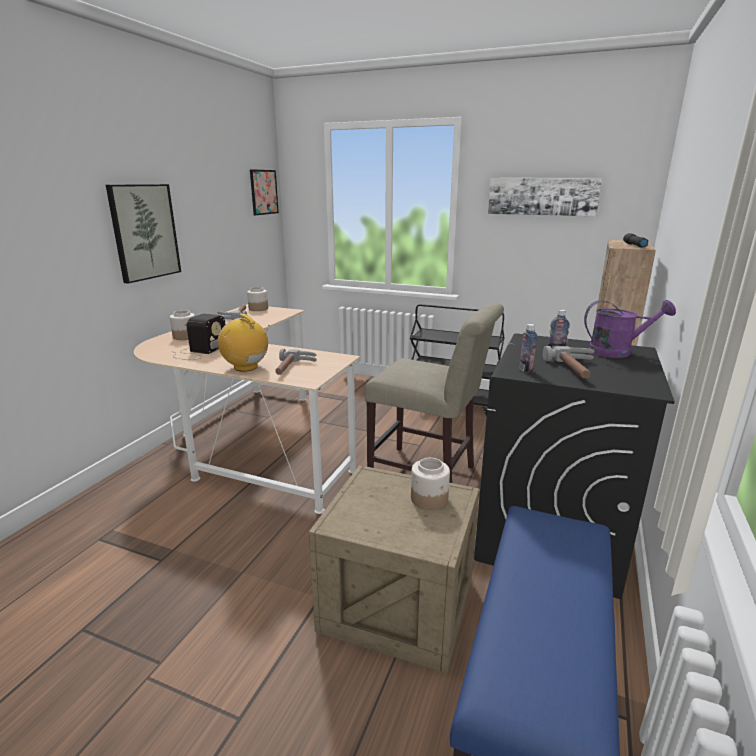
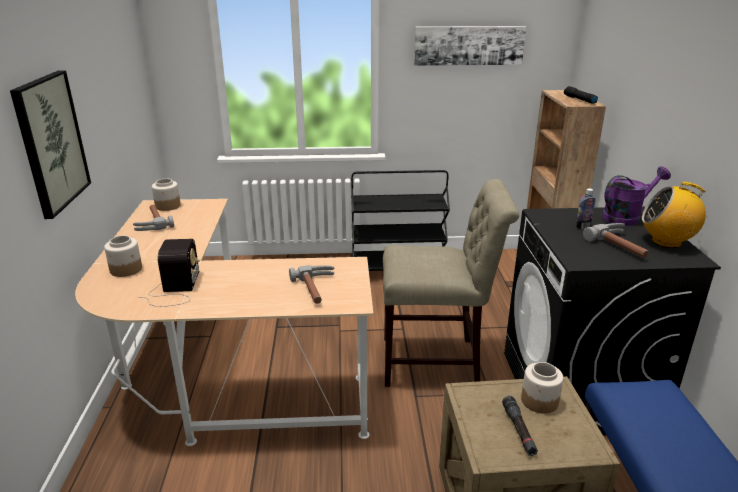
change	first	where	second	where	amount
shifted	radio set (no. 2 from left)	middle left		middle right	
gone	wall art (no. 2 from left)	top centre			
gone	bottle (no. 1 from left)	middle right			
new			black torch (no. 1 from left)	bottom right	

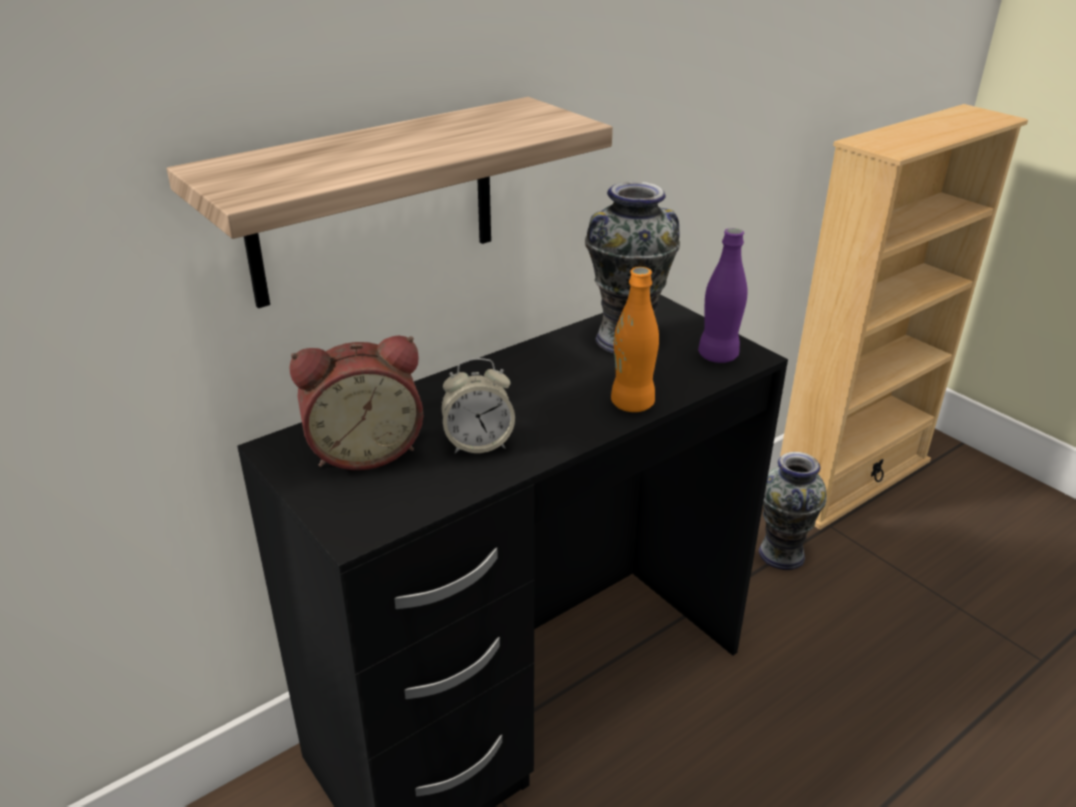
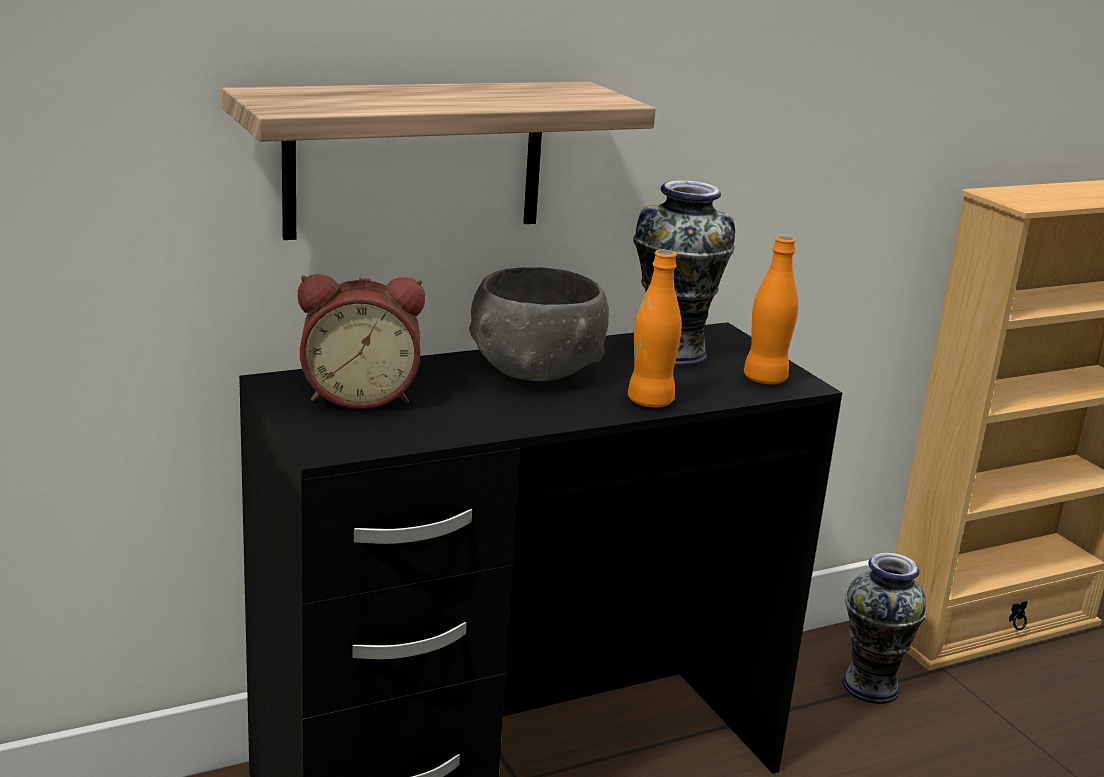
change	first	where	second	where	amount
gone	alarm clock (no. 2 from left)	centre			
repainted	purplish bottle	middle right	orange-coloured bottle (no. 2 from left)	middle right	
new			greyish deep dish	centre	

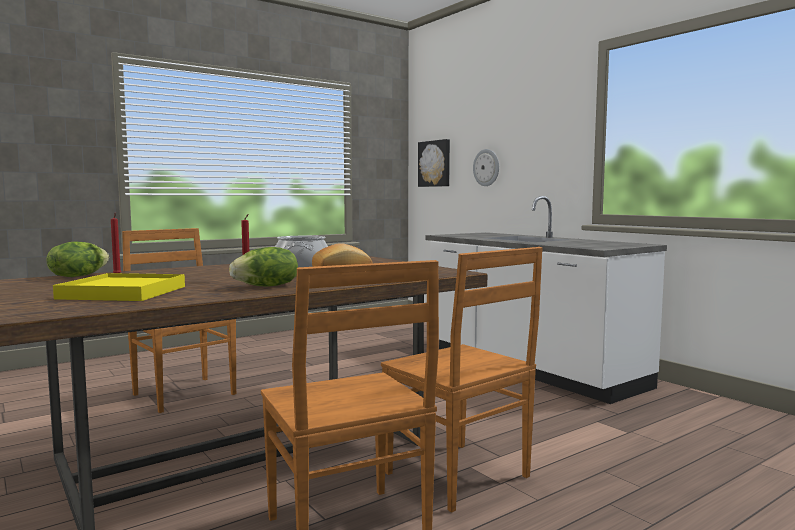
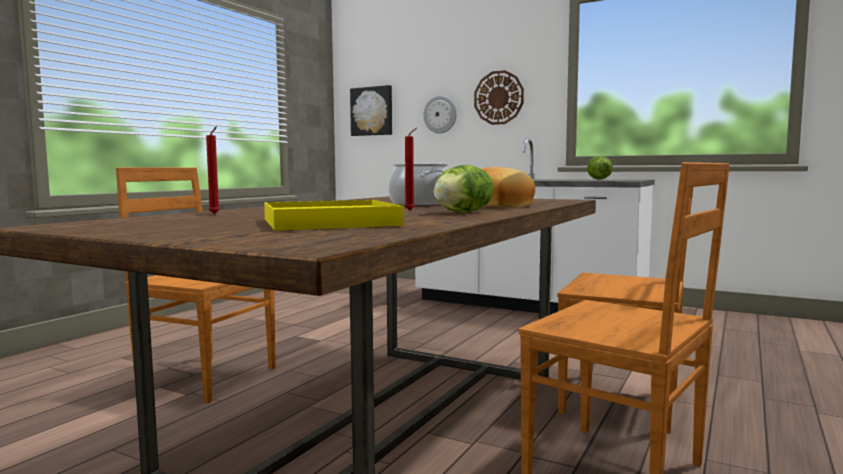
change	first	where	second	where	amount
shifted	head of lettuce (no. 1 from left in the first image)	middle left	head of lettuce (no. 2 from left)	middle right	
new			hanging clock (no. 2 from left)	top centre	

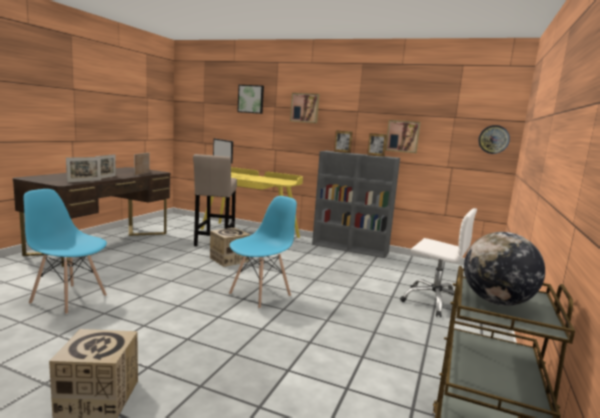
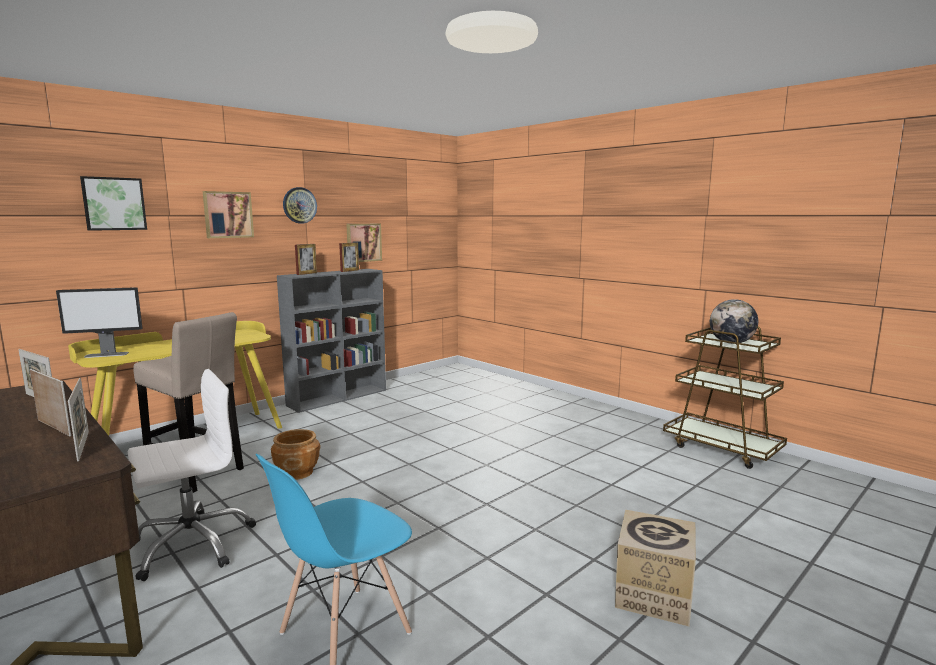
change	first	where	second	where	amount
swapped	carton (no. 2 from left)	centre	brown plant pot	bottom left	
gone	blue chair (no. 2 from left)	centre			
shifted	whitish computer chair	middle right		bottom left	
shifted	hanging clock	top right		top left	

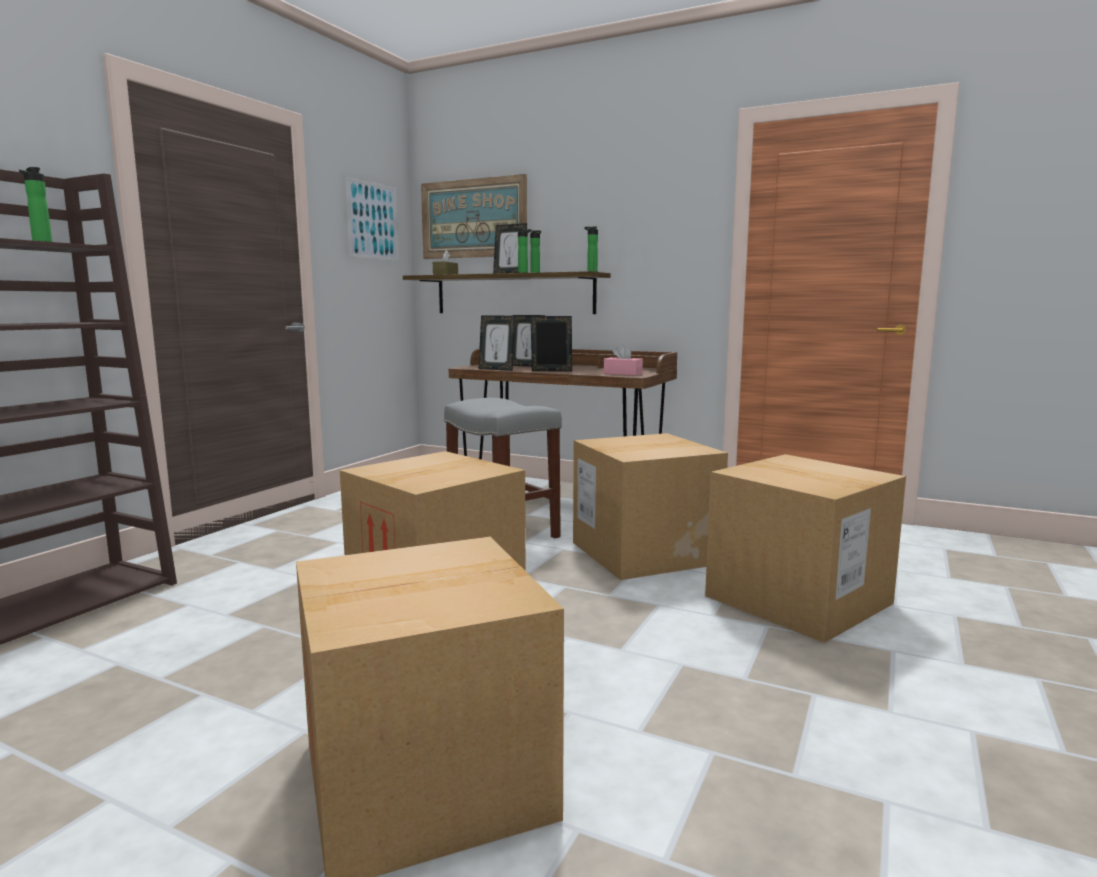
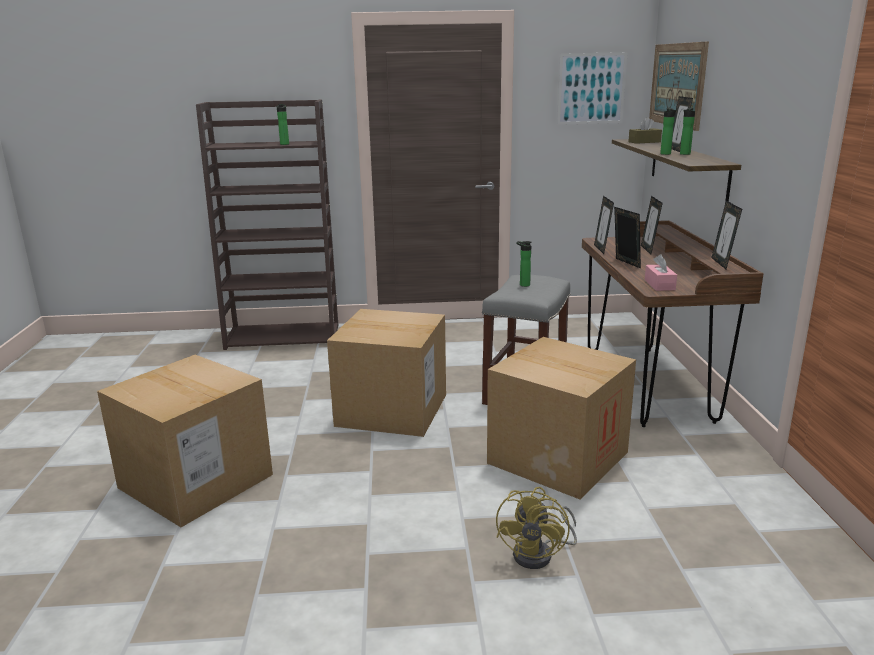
change	first	where	second	where	amount
shifted	bottle (no. 4 from left in the first image)	top centre	bottle (no. 2 from left)	centre	
swapped	carton (no. 4 from left)	middle right	yellowish fan	bottom centre	
new			photo frame (no. 5 from left)	middle right	

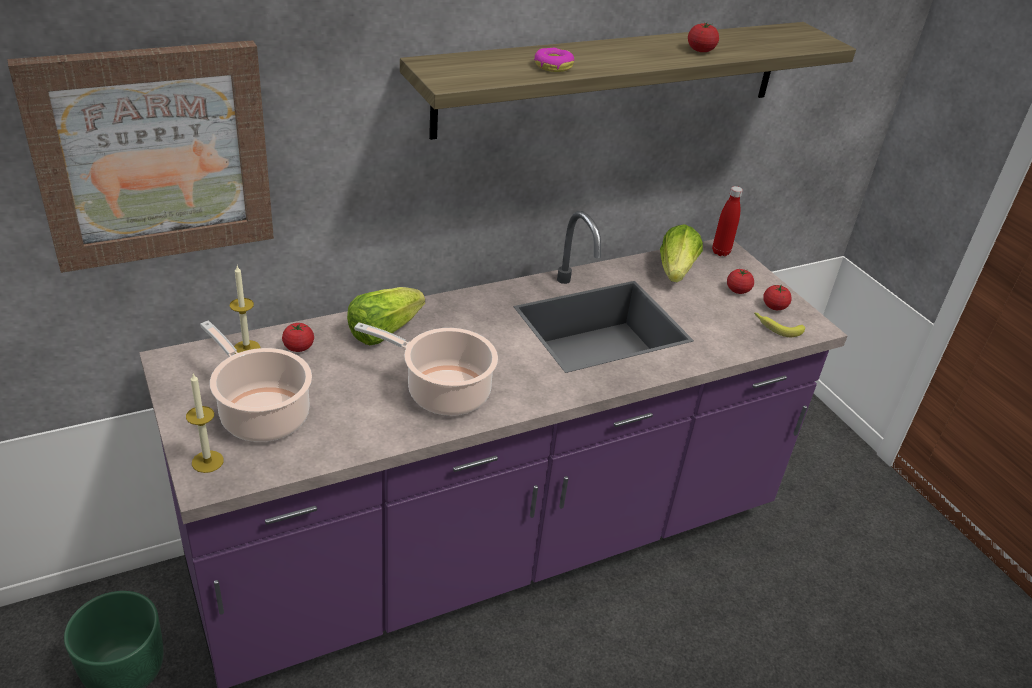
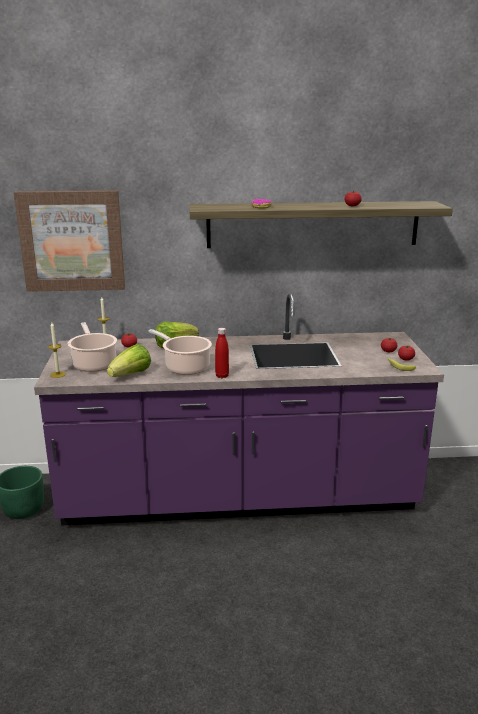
change	first	where	second	where	amount
shifted	head of lettuce (no. 2 from left in the first image)	centre	head of lettuce (no. 1 from left)	middle left	
shifted	red bottle	top right		centre	

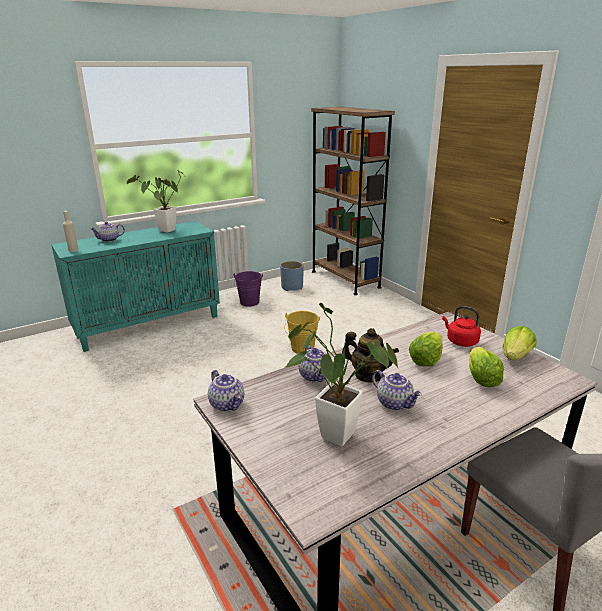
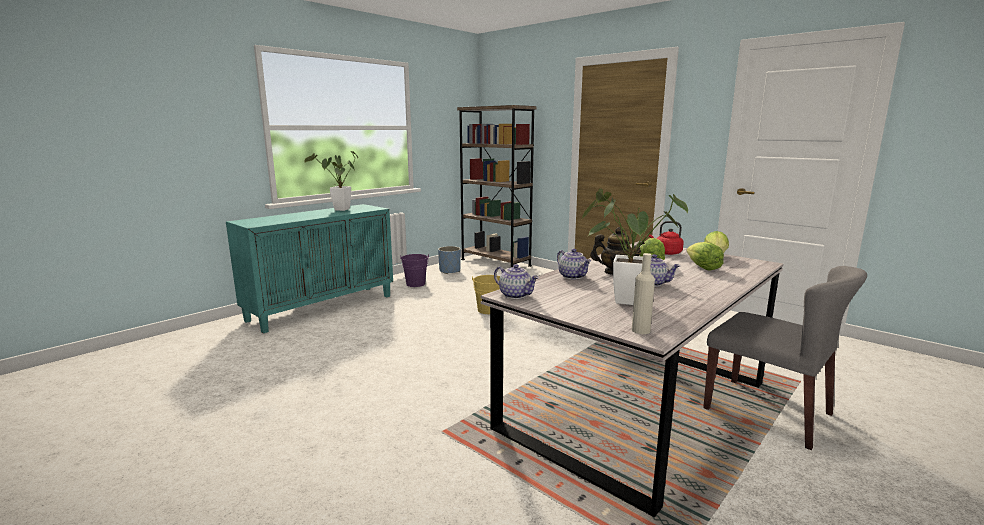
change	first	where	second	where	amount
shifted	beige-coloured bottle	middle left		centre	
gone	teapot (no. 1 from left)	middle left			

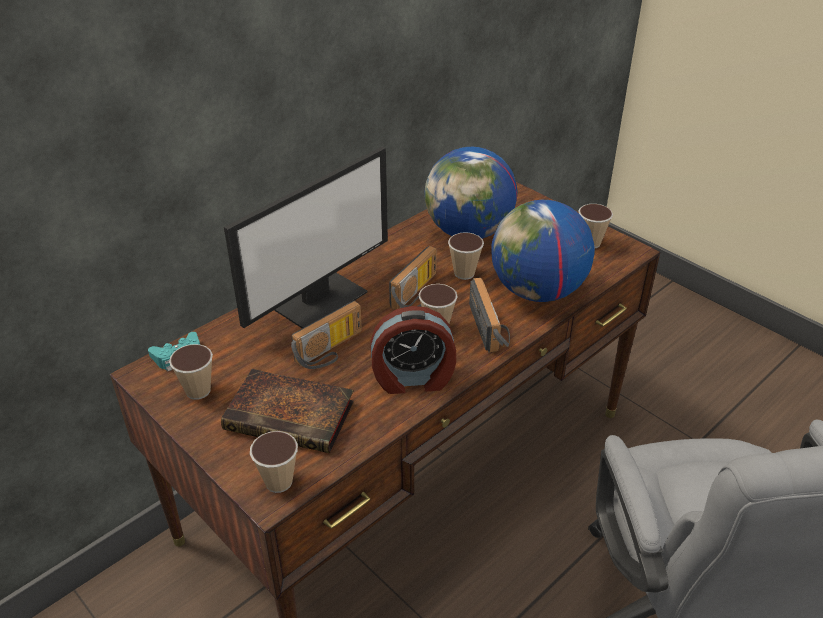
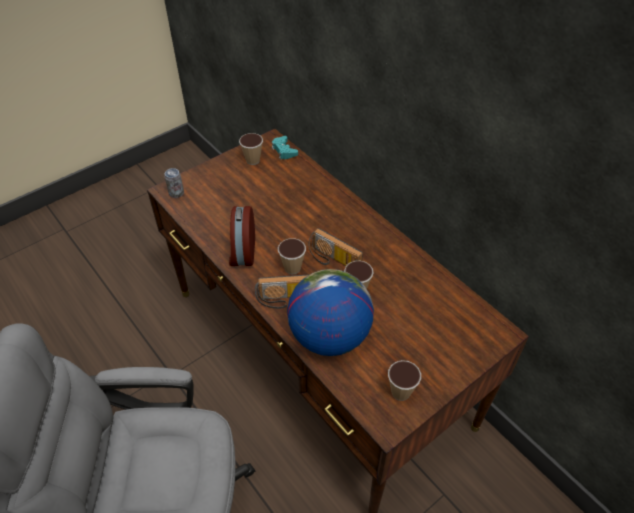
change	first	where	second	where	amount
gone	bound book	centre			
gone	monitor	centre			
swapped	drinking cup (no. 2 from left)	bottom left	metal can	middle left	
gone	radio set (no. 1 from left)	centre			
gone	world globe (no. 1 from left)	top centre			

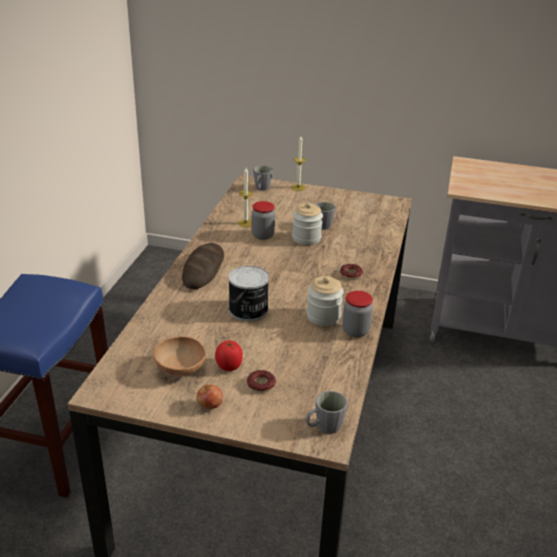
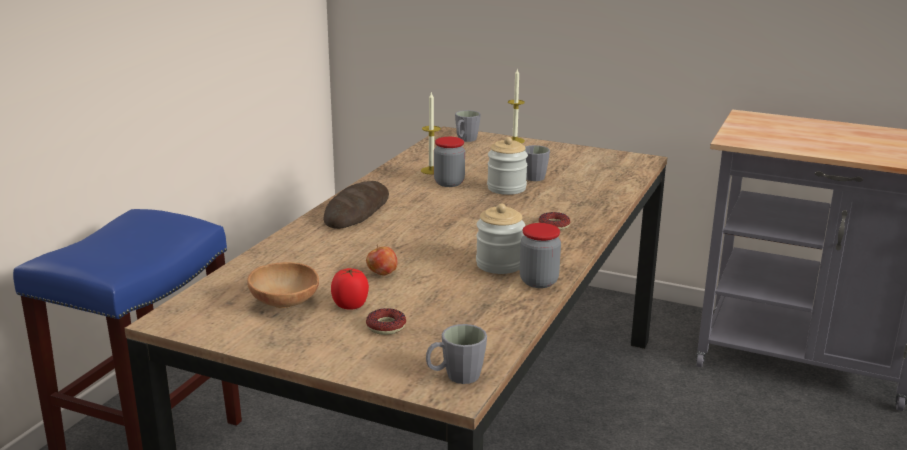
change	first	where	second	where	amount
shifted	apple fruit	bottom centre		centre	
gone	metal can	centre			

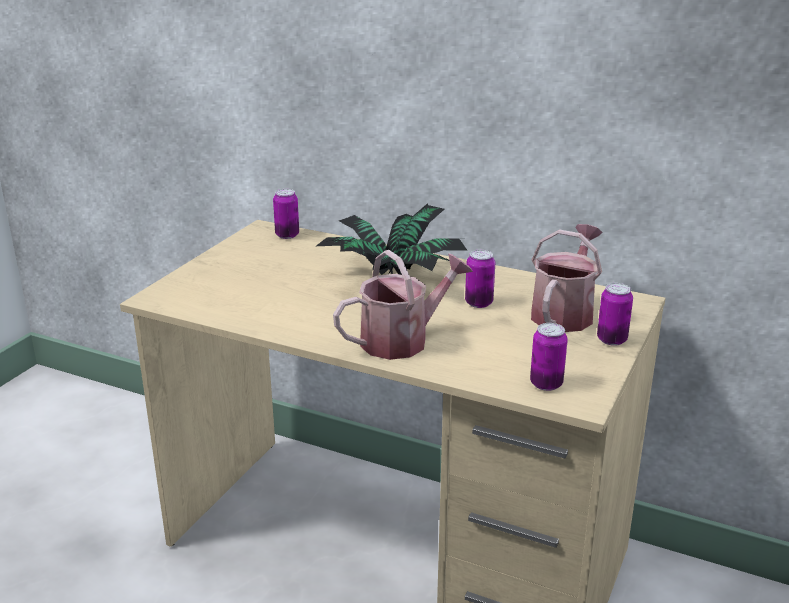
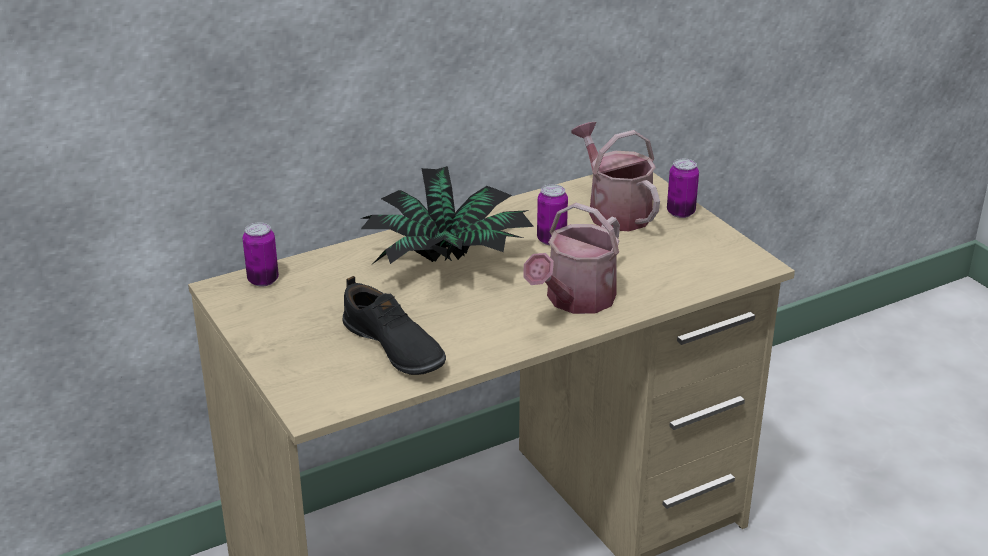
change	first	where	second	where	amount
rotated	watering can (no. 1 from left)	centre		centre	150 degrees counterclockwise
gone	metal can (no. 3 from left)	middle right			
new			black item of footwear	centre	

